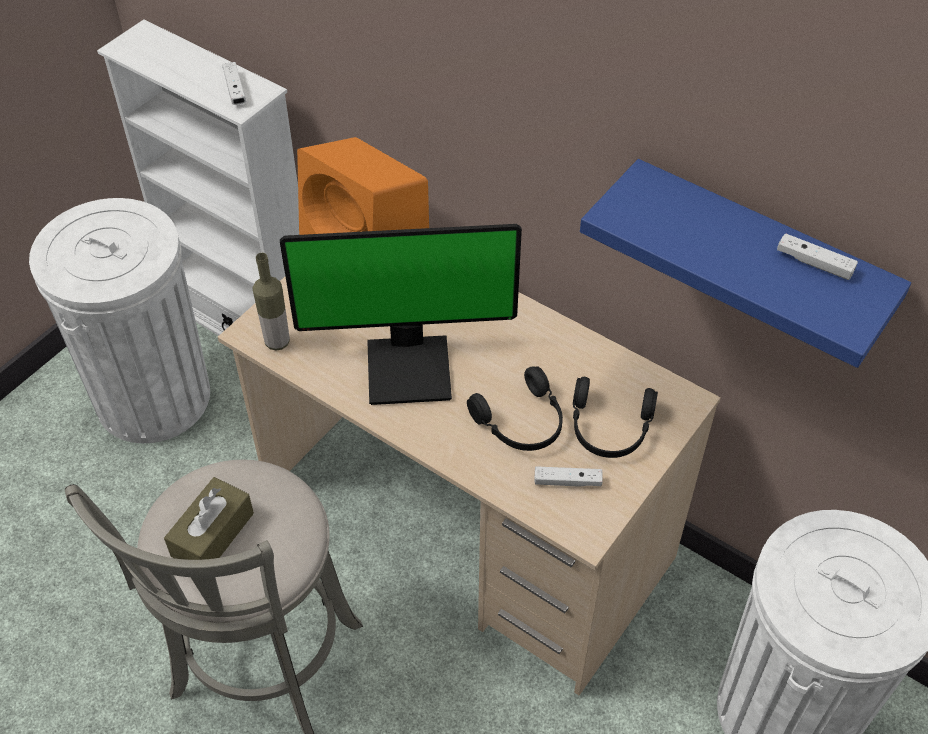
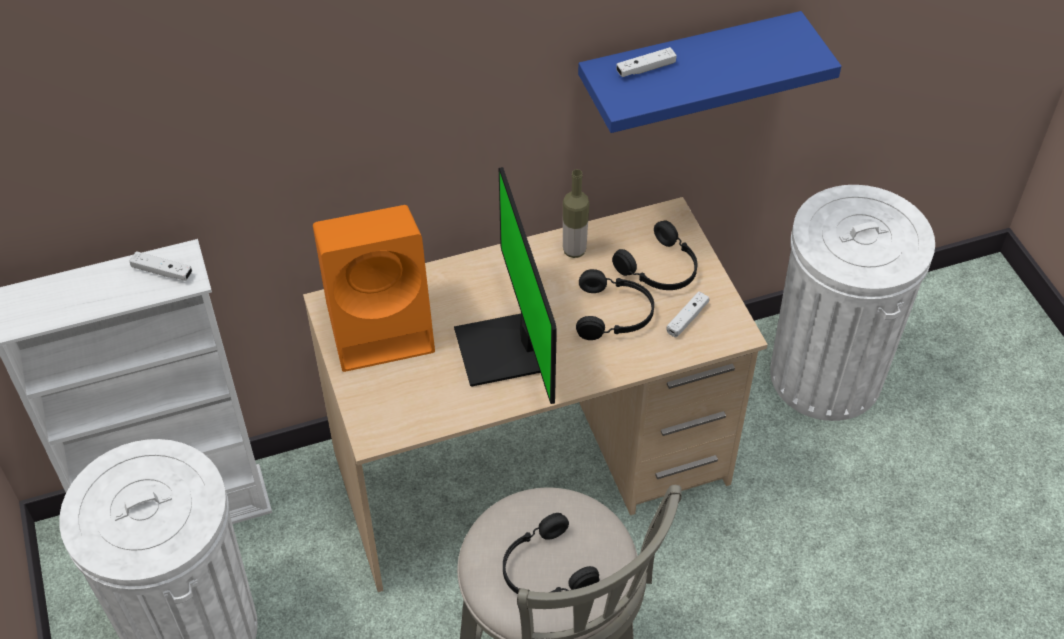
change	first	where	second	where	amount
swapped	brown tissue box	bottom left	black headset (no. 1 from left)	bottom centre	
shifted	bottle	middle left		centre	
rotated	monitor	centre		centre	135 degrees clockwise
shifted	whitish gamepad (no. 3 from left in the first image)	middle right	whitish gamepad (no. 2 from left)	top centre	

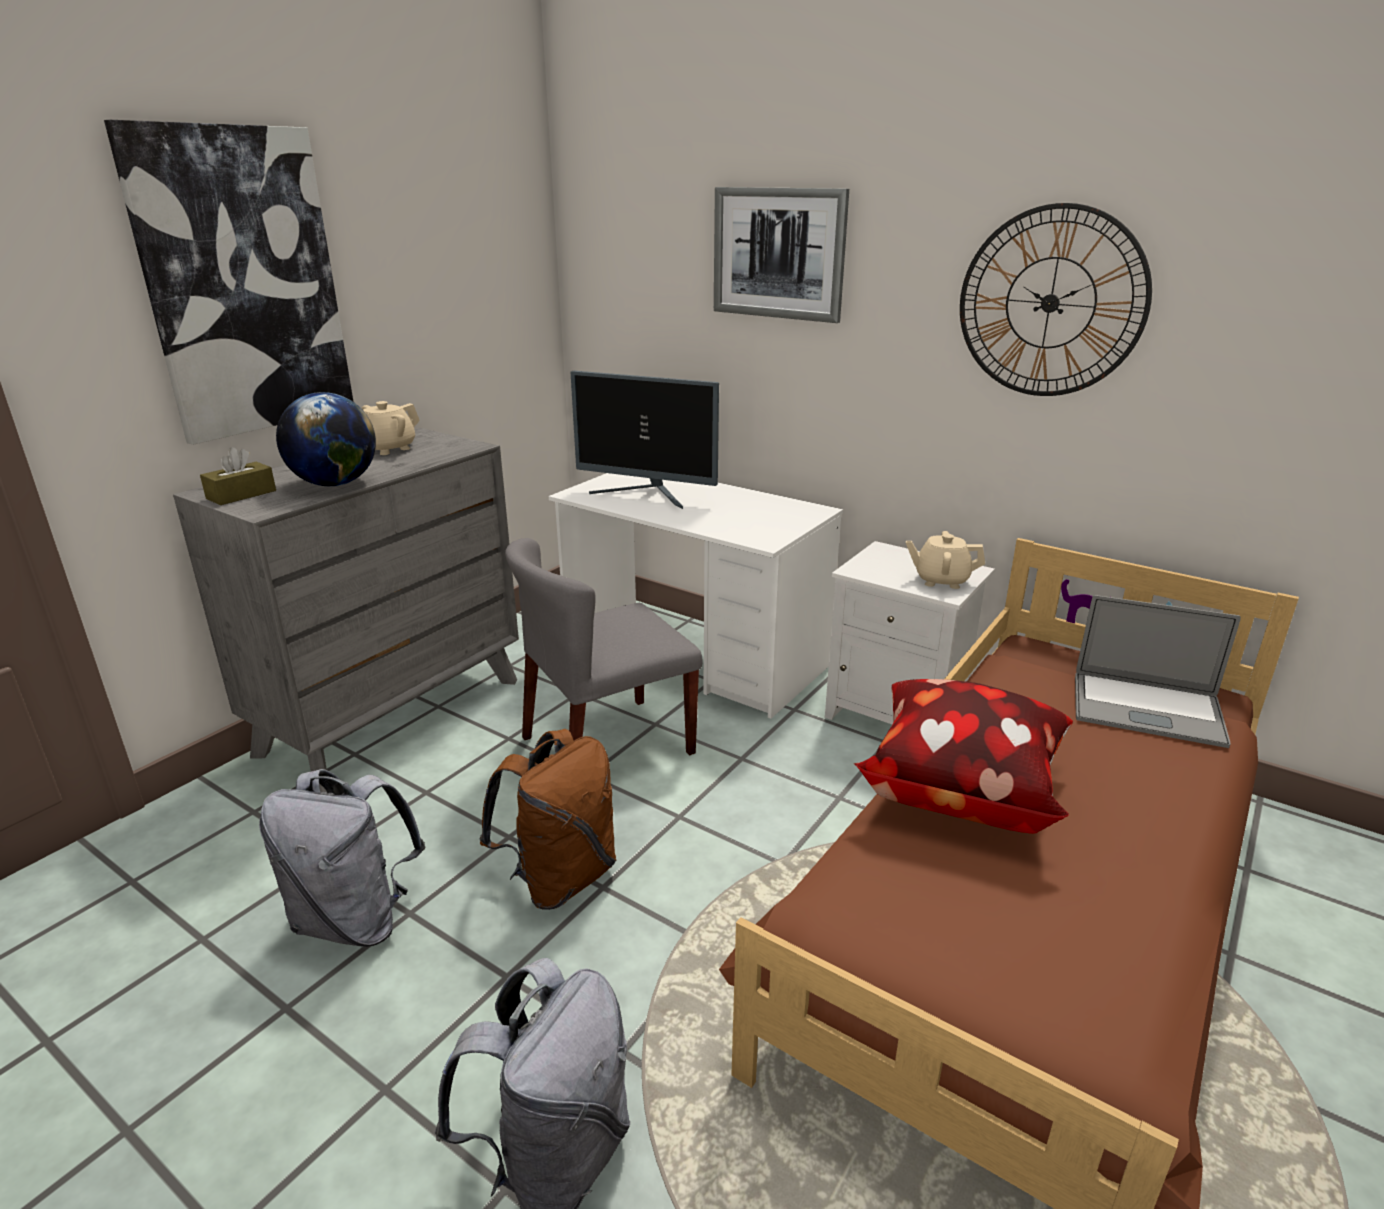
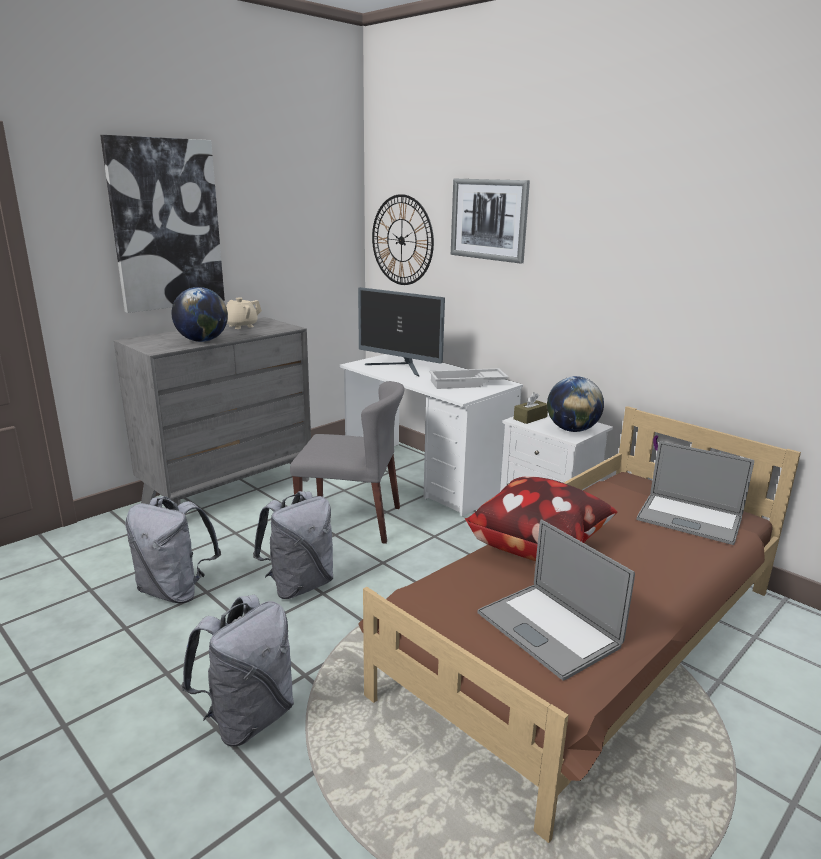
change	first	where	second	where	amount
shifted	brown tissue box	middle left		centre	
repainted	brown knapsack	bottom centre	greyish knapsack (no. 3 from left)	centre	
rotated	greyish chair	centre		centre	150 degrees counterclockwise
swapped	beige-coloured teapot (no. 2 from left)	middle right	world globe (no. 2 from left)	middle right	
shifted	hanging clock	top right		top centre	
new			whitish tray	centre	
new			portable computer (no. 1 from left)	bottom right	

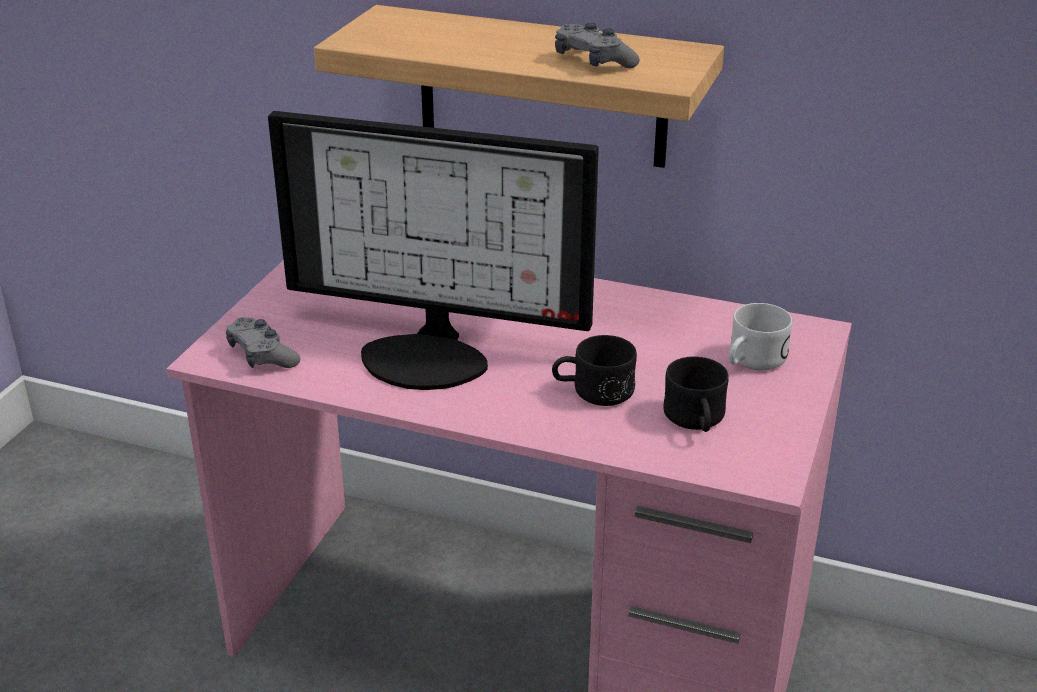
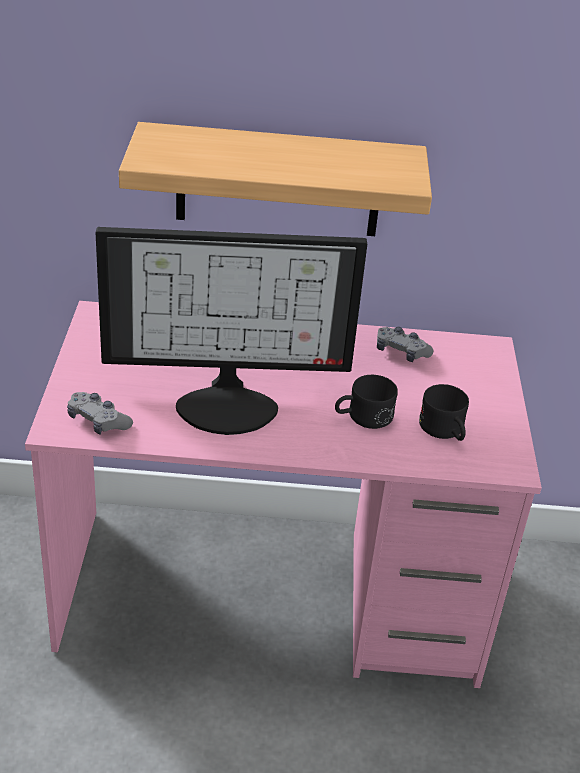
change	first	where	second	where	amount
shifted	greyish gamepad (no. 2 from left)	top centre		middle right	
gone	whitish tea mug	middle right			

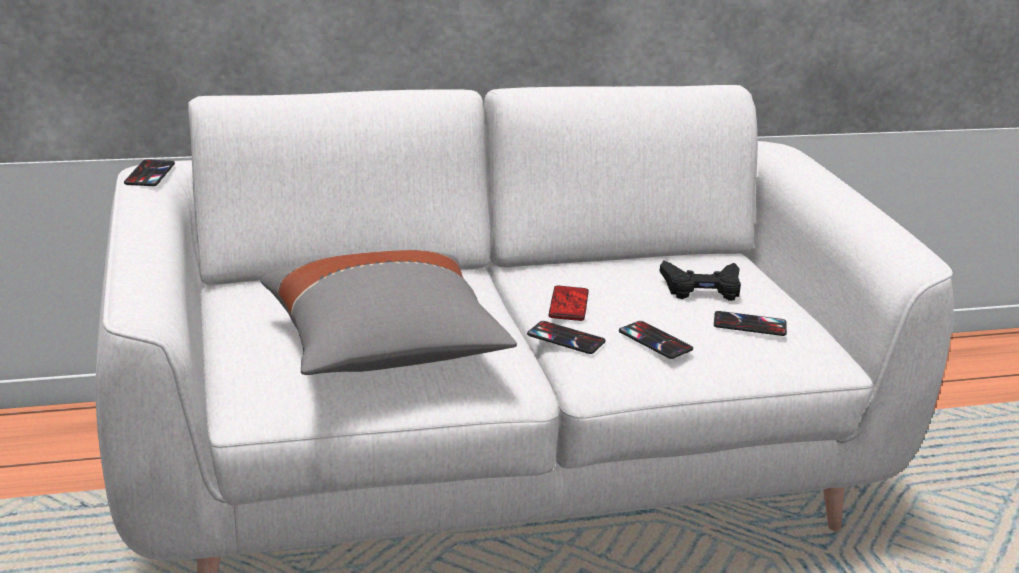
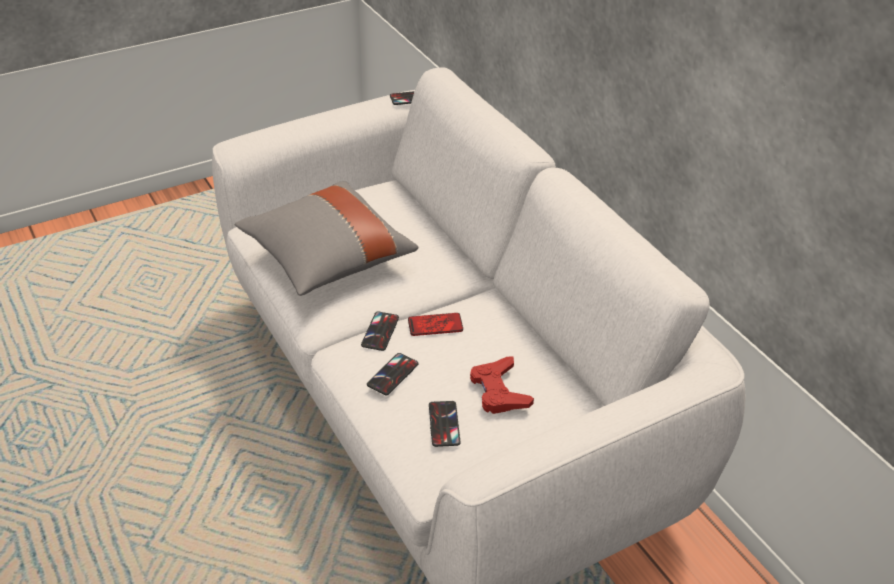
change	first	where	second	where	amount
repainted	black gamepad	middle right	red gamepad	centre	

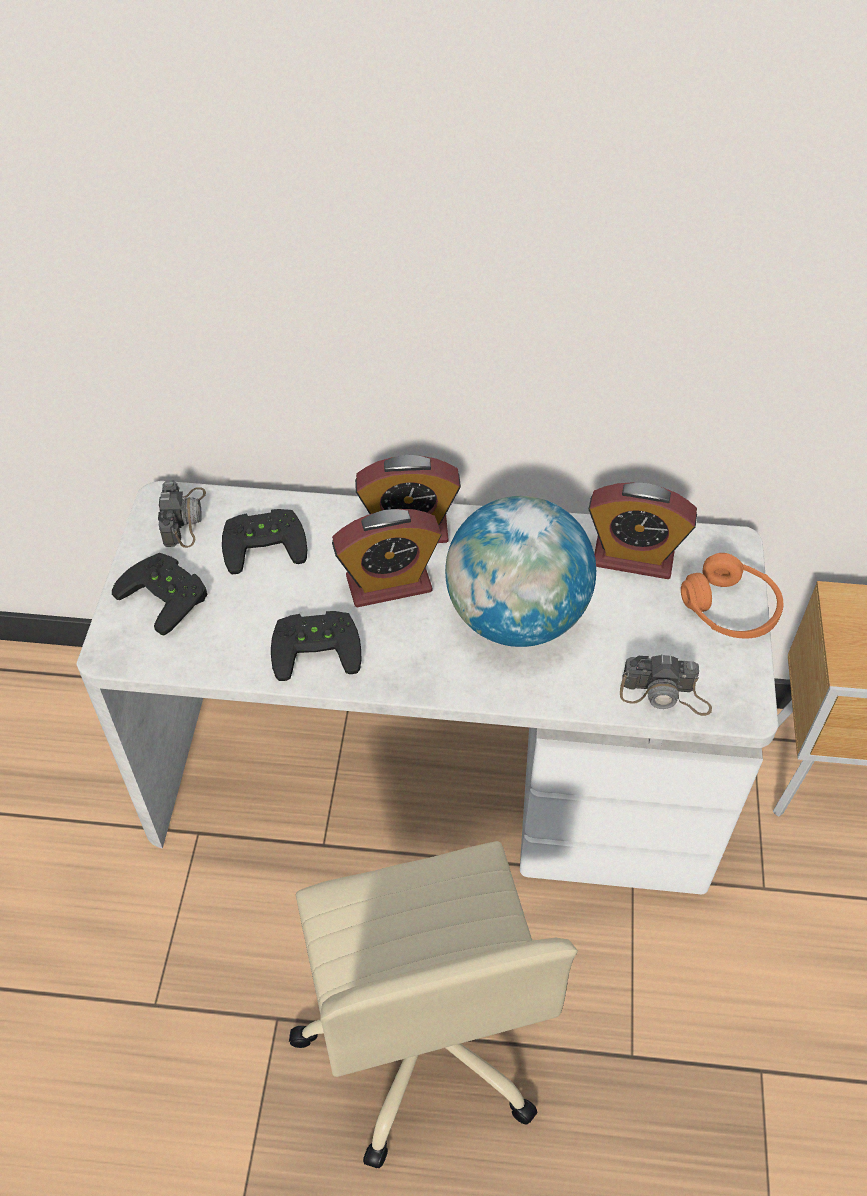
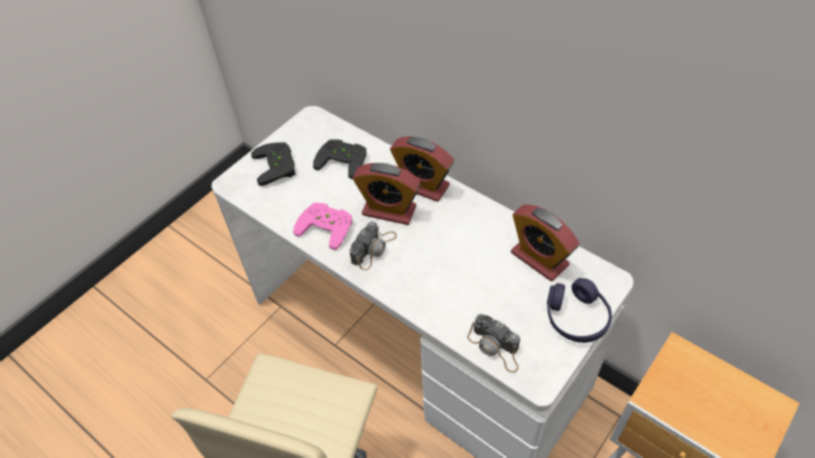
change	first	where	second	where	amount
shifted	still camera (no. 1 from left)	middle left		centre	
repainted	black gamepad (no. 3 from left)	centre	pink-coloured gamepad	centre	
gone	world globe	centre			
repainted	orange-coloured headset	middle right	purplish headset	bottom right	

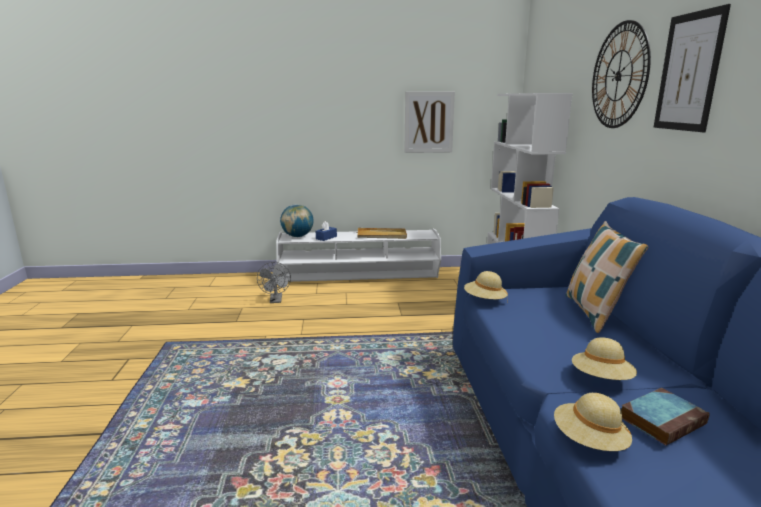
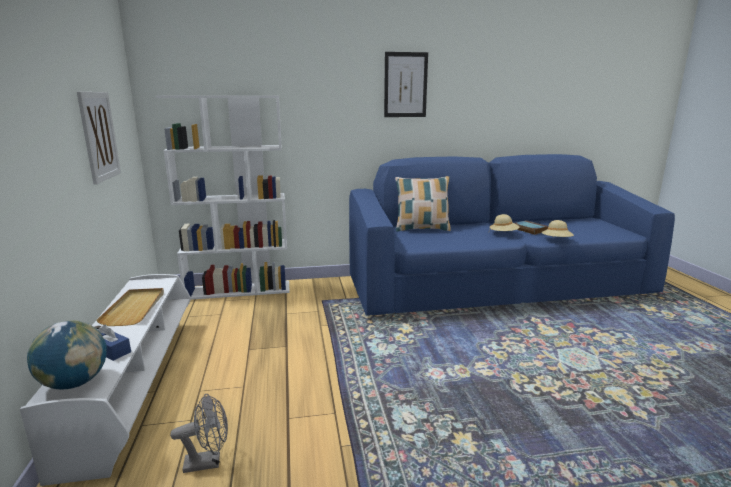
change	first	where	second	where	amount
gone	beige-coloured wearable hat (no. 1 from left)	centre			
gone	hanging clock	top right			

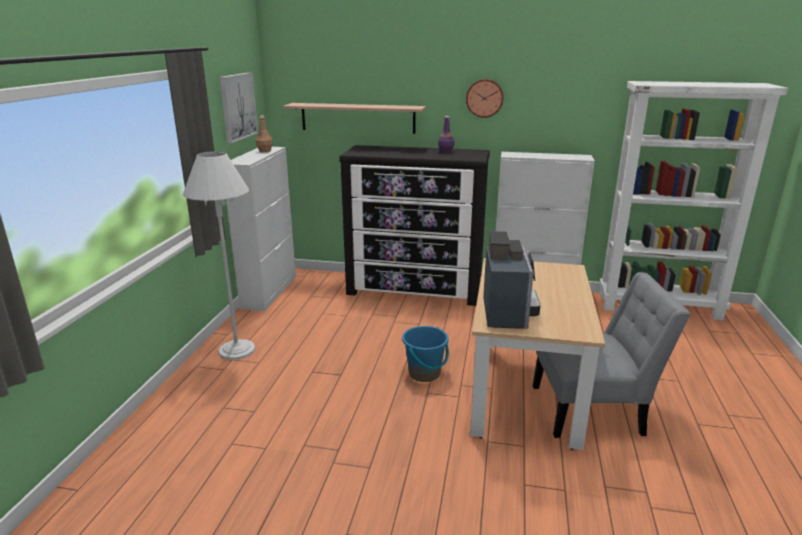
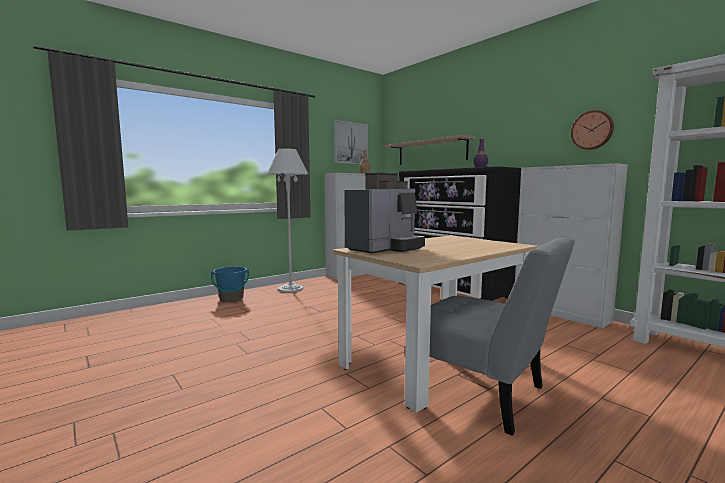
change	first	where	second	where	amount
shifted	blue pail	centre		middle left	
shifted	hanging clock	top centre		top right	

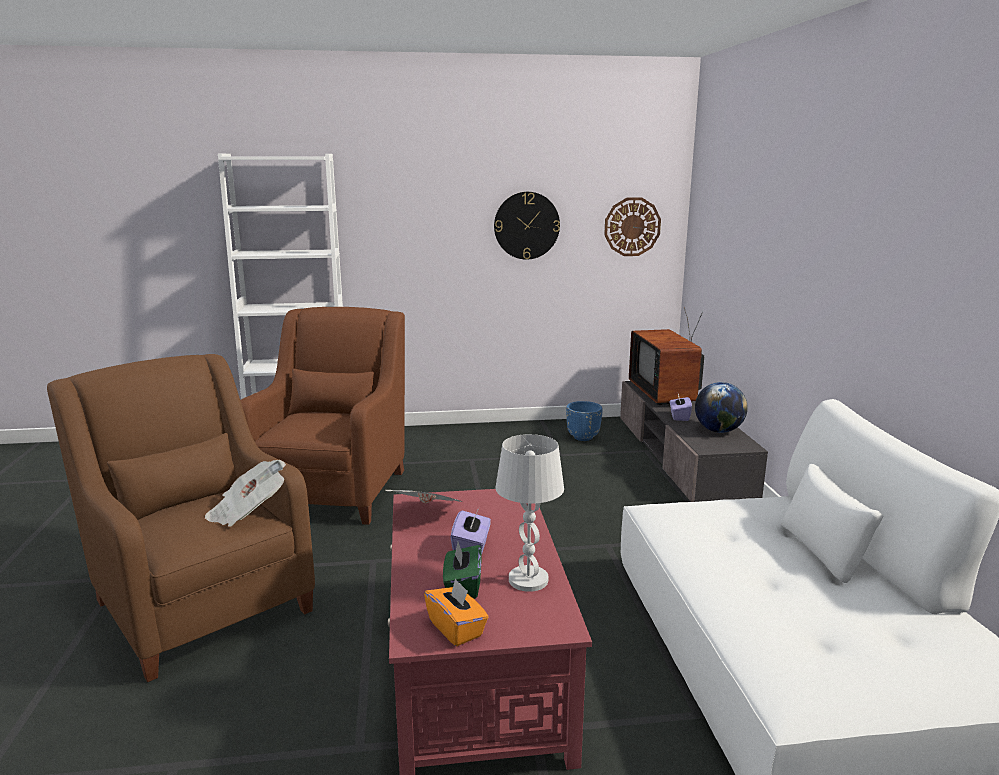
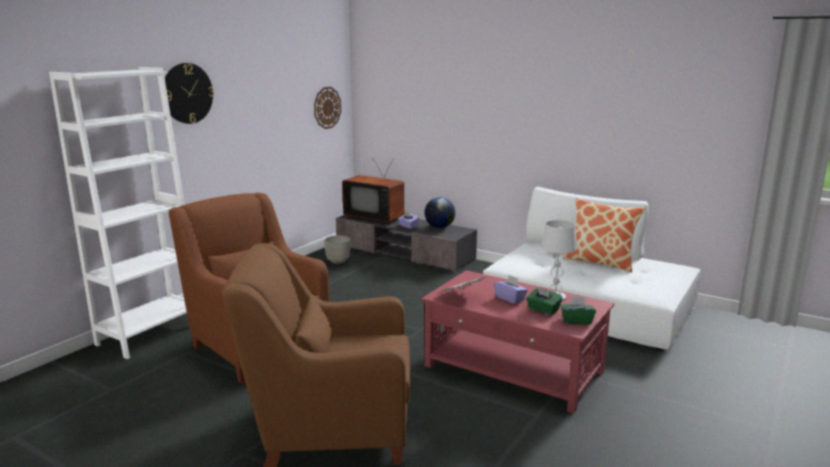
change	first	where	second	where	amount
gone	printed paper (no. 1 from left)	middle left			
repainted	orange-coloured tissue box	bottom centre	green tissue box (no. 2 from left)	middle right	
shifted	hanging clock (no. 1 from left)	top centre		top left	
repainted	blue plant pot	centre	greyish plant pot	centre	
new			cushion	middle right	

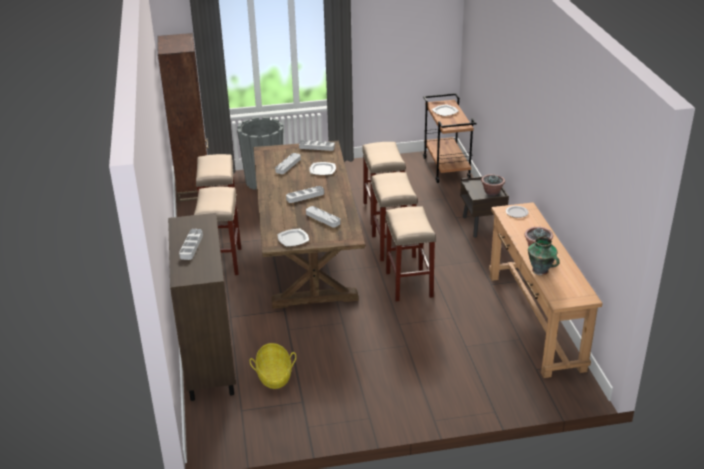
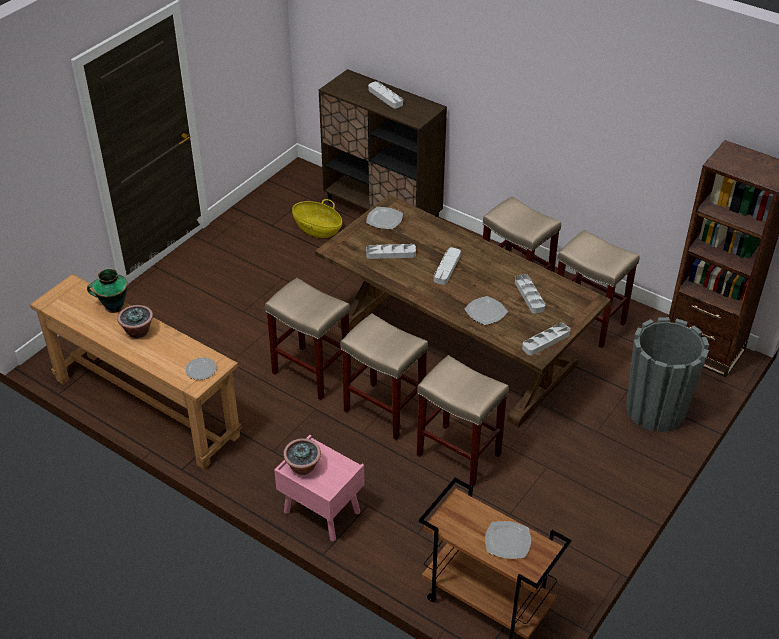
change	first	where	second	where	amount
repainted	brown nightstand	middle right	pink-coloured nightstand	bottom centre	

